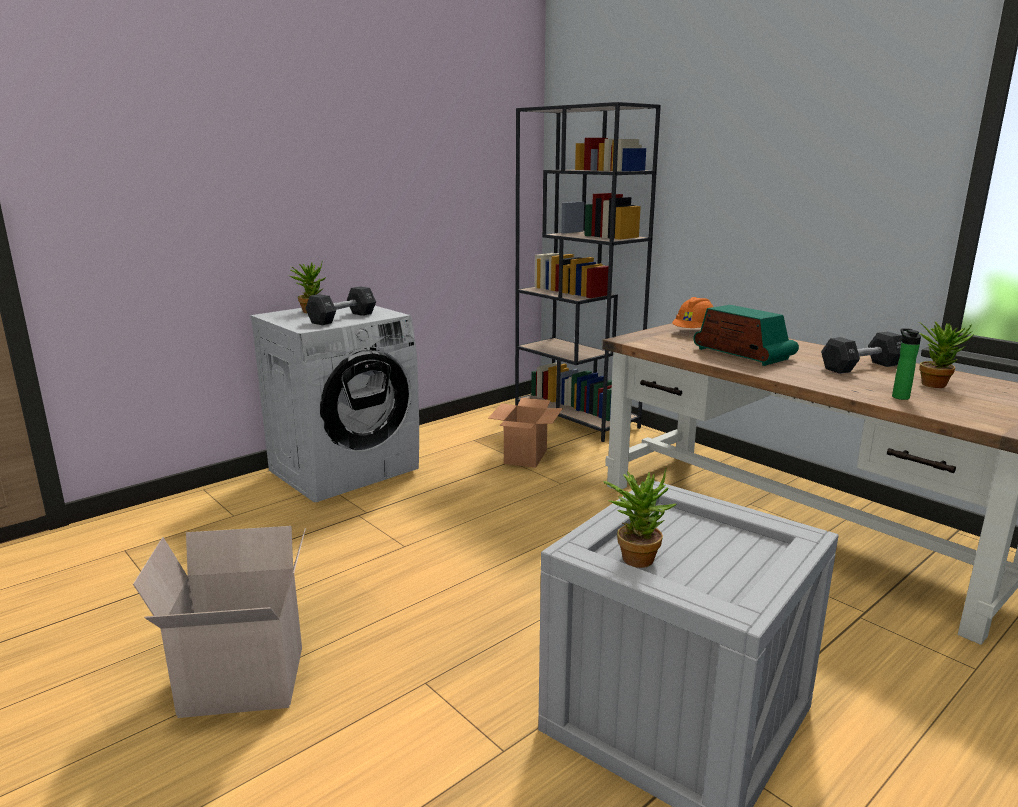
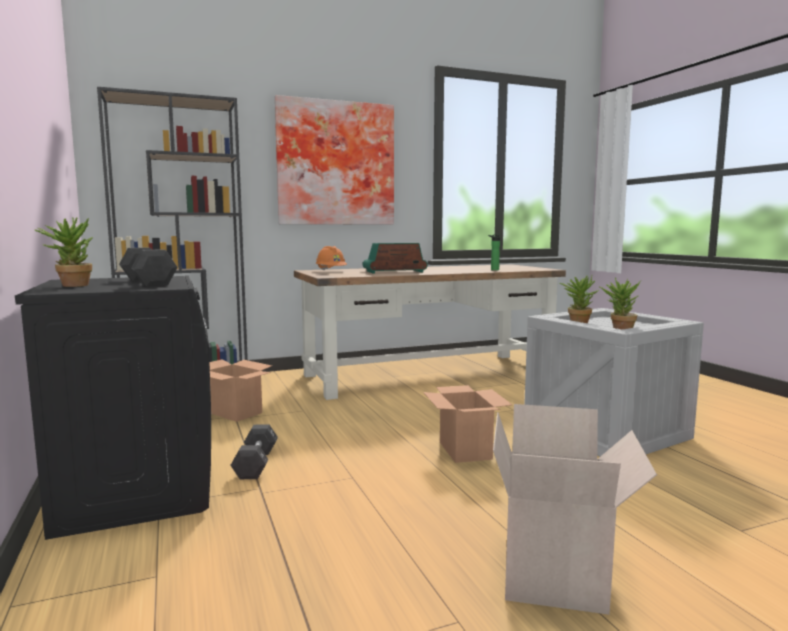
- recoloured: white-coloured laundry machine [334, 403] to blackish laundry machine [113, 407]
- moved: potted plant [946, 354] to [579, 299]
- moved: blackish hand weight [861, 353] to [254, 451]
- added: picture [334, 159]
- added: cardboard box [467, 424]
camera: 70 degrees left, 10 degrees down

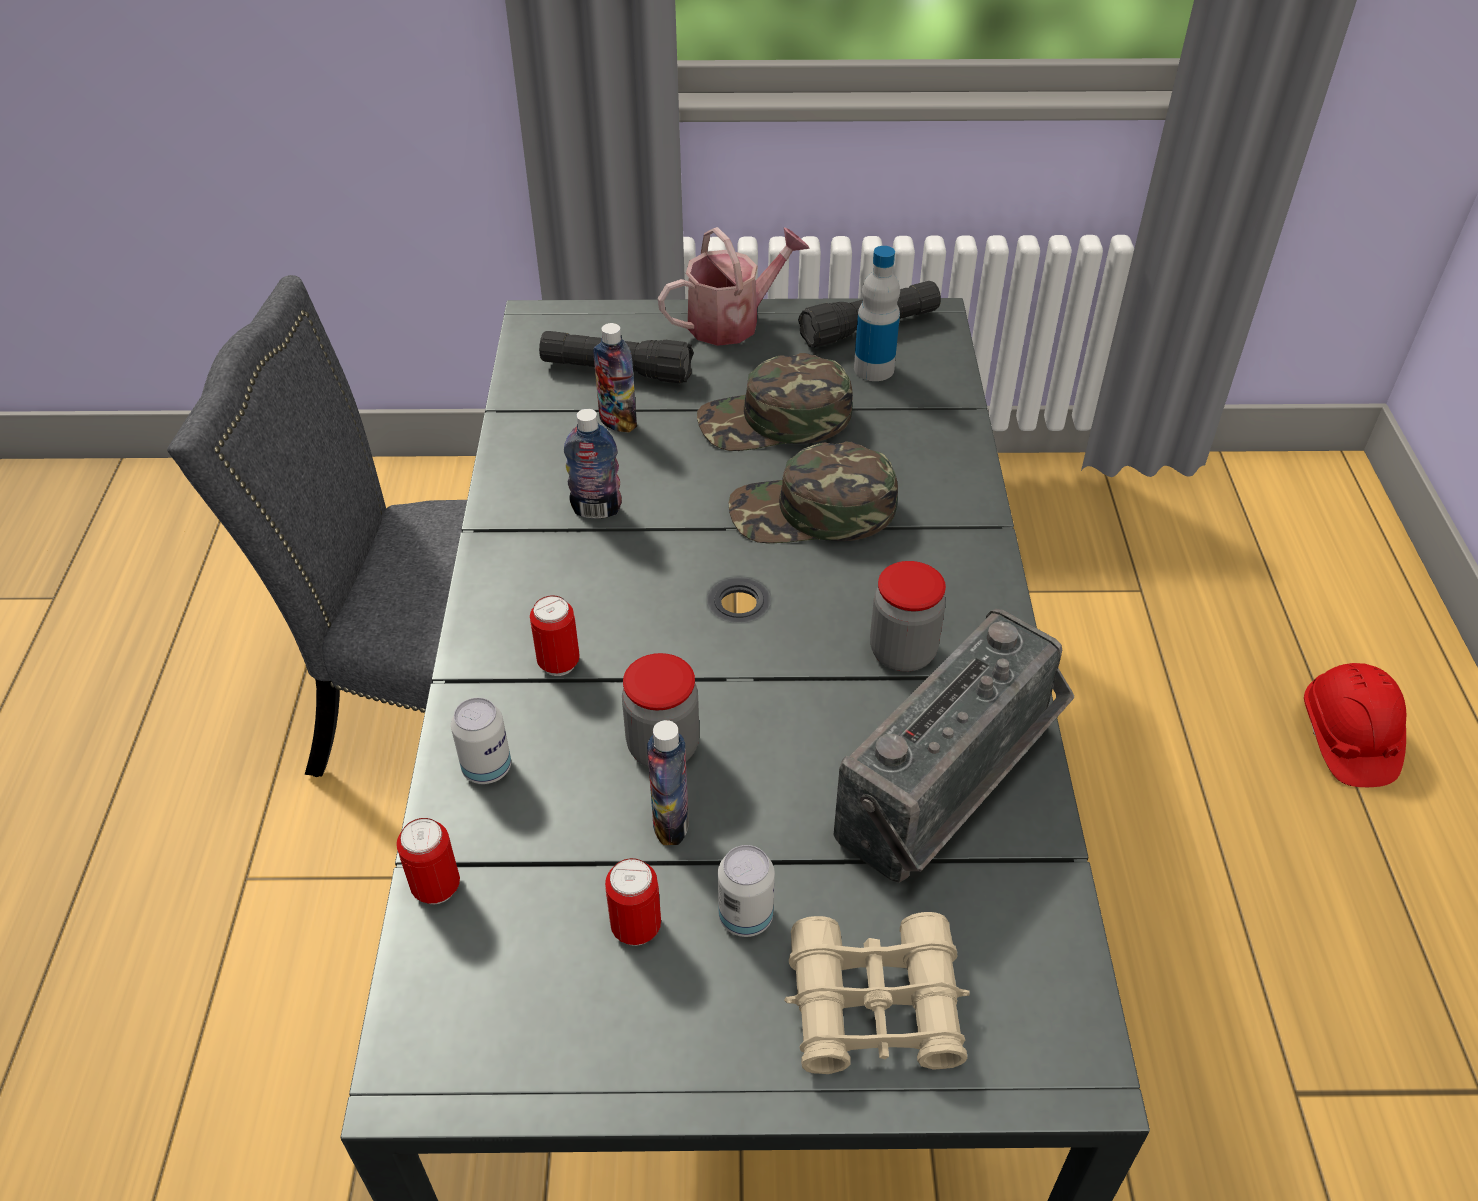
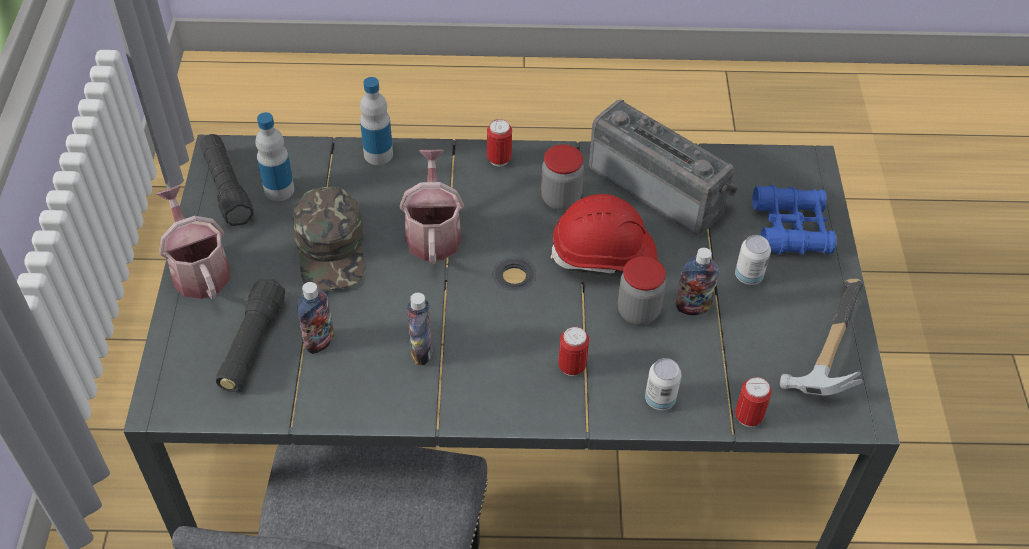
- replaced: green peaked cap [813, 492] to watering pot [432, 206]
- moved: red-coloured safety helmet [1355, 725] to [603, 234]
- moved: metal can [633, 902] to [499, 142]
- recoloured: beige-coloured field glasses [876, 993] to blue field glasses [794, 220]
- added: bottle [376, 121]
- added: hammer [821, 337]
camera: 90 degrees left, 5 degrees up

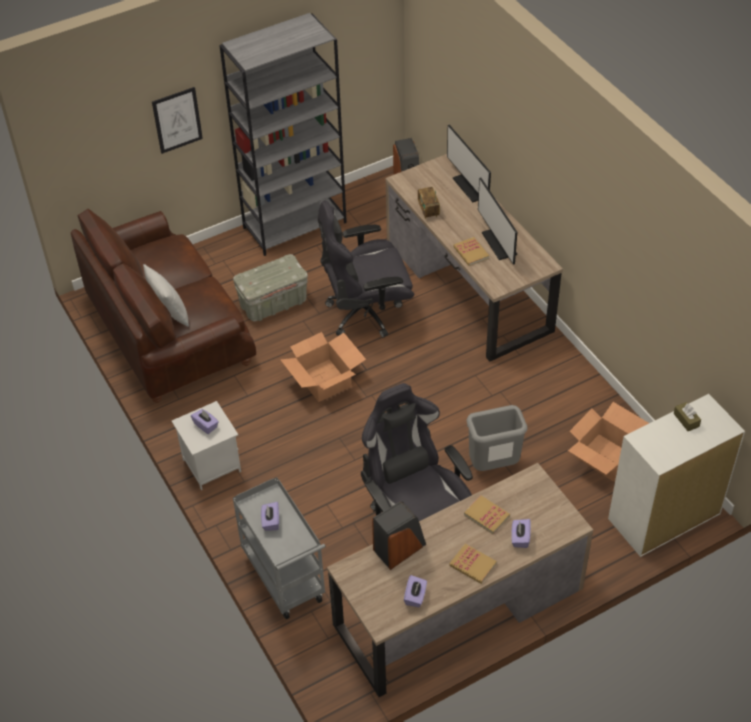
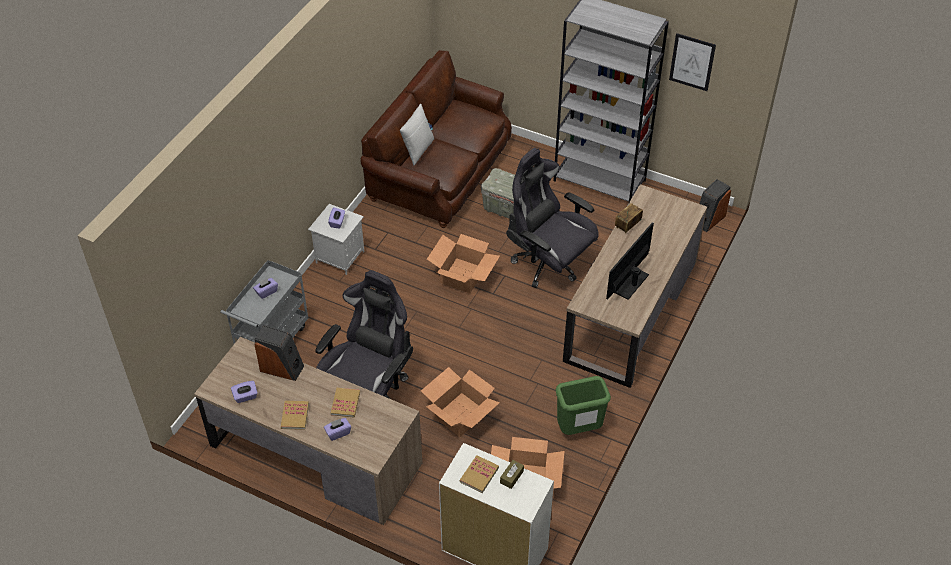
- moved: picture [177, 120] to [692, 62]
- removed: computer screen [469, 163]
- moved: volume [471, 251] to [479, 474]
- replaced: greyish rubbish bin [497, 438] to cardboard box [460, 402]
- added: green rubbish bin [583, 405]
camera: 55 degrees right, 0 degrees up

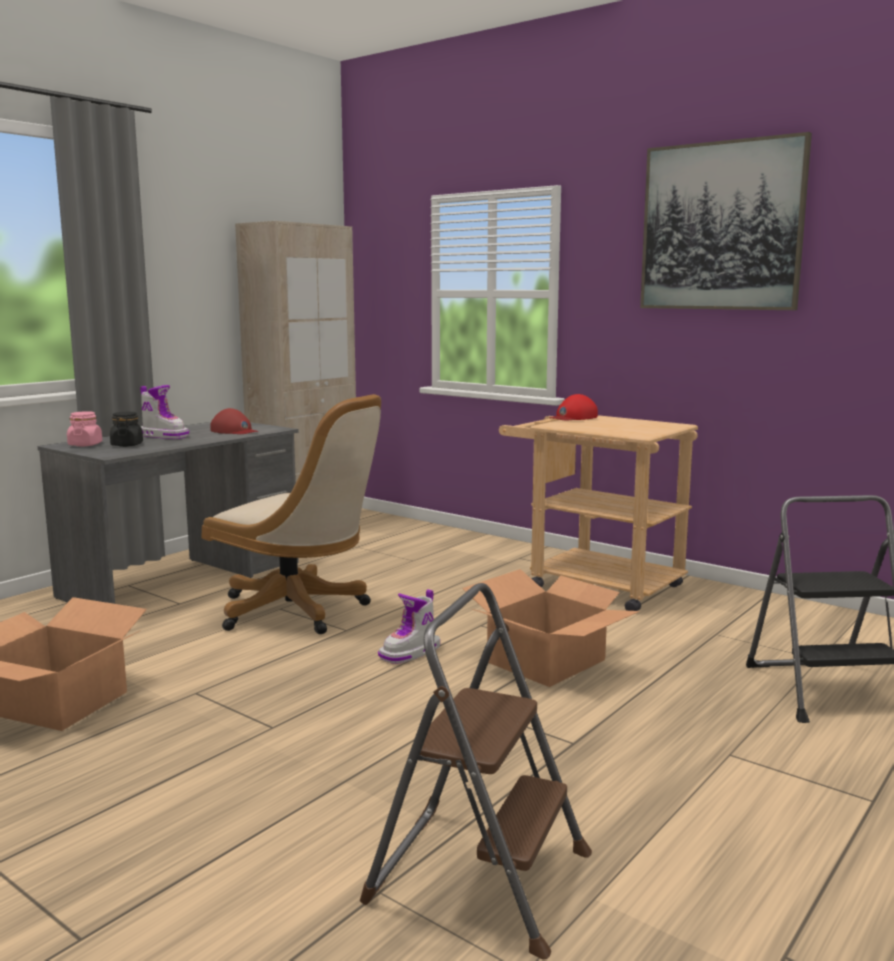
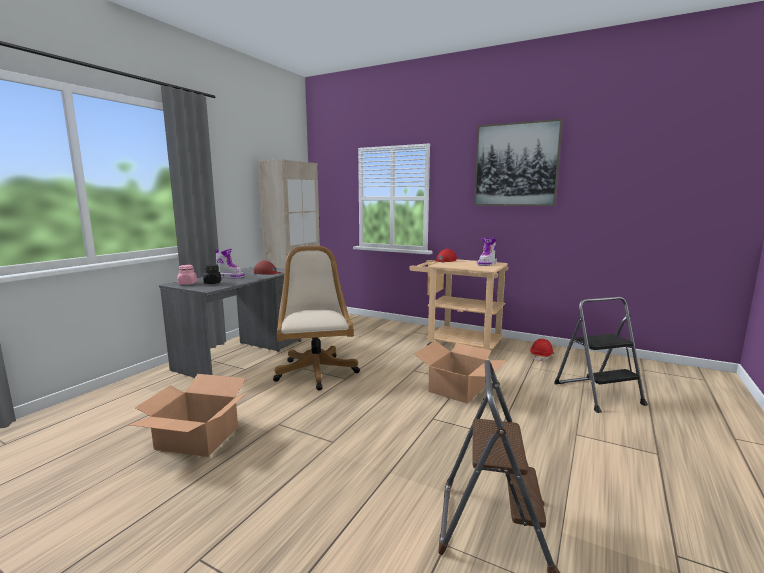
- turned: computer chair [291, 514] = [316, 318] 120 degrees counterclockwise
- moved: boot [409, 626] to [487, 251]
- added: red-coloured safety helmet [542, 350]
camera: 10 degrees left, 0 degrees up

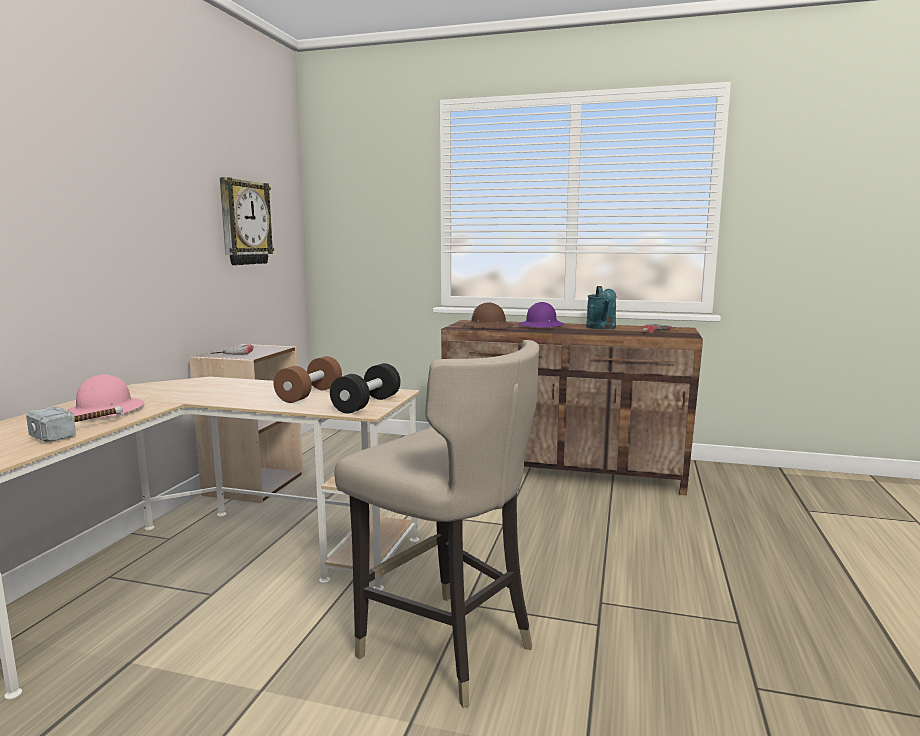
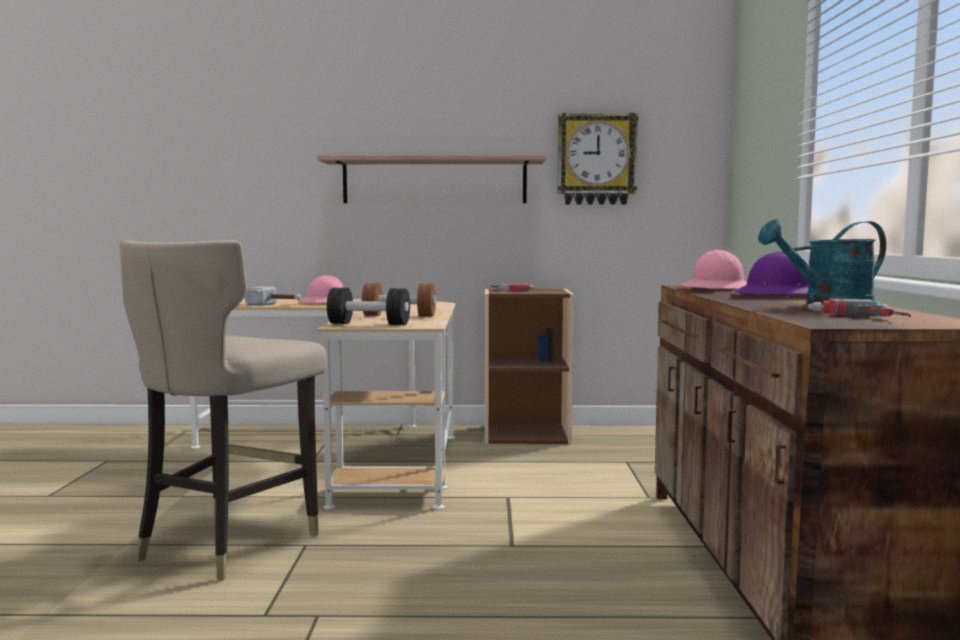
- recoloured: brownish safety helmet [488, 315] to pink-coloured safety helmet [713, 269]
- added: wall shelf [431, 179]
camera: 75 degrees right, 5 degrees down

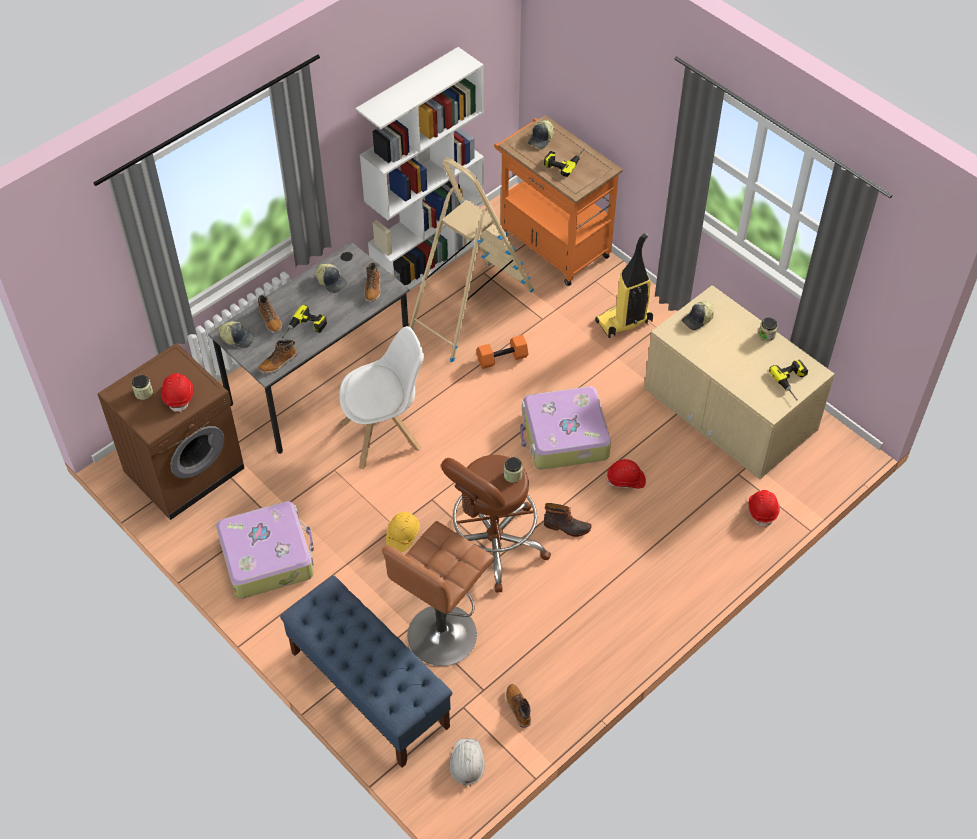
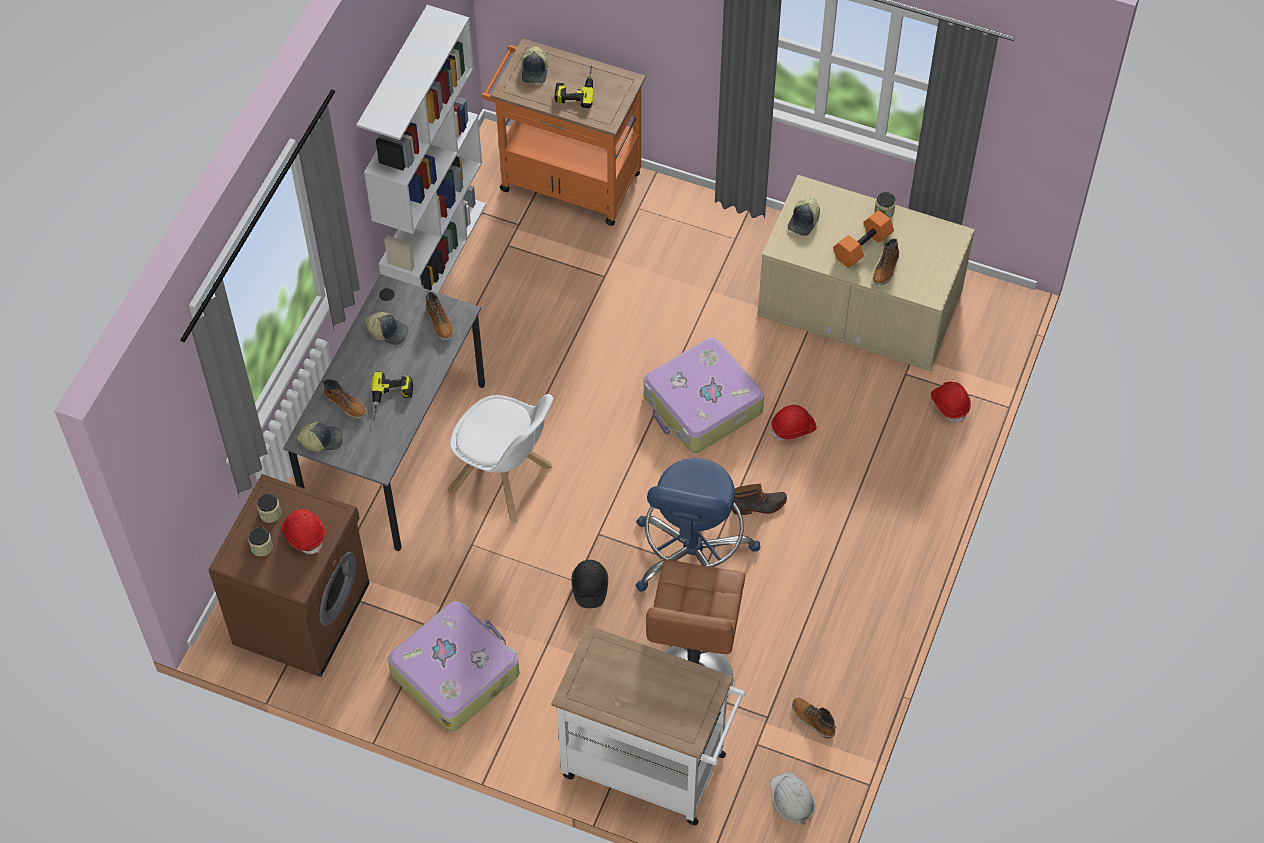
- removed: beige-coloured step ladder [471, 260]
- removed: hoover [624, 285]
- turned: white-coloured upright chair [381, 397] = [500, 458] 75 degrees clockwise
- moved: orangey hand weight [503, 352] to [863, 239]
- moved: boot [277, 357] to [885, 261]
- removed: drill [788, 380]
- recoloured: brownish stool seat [496, 523] to blue stool seat [698, 525]
- moved: storage jar [513, 470] to [269, 508]
- recoloured: yellow-coloured safety helmet [403, 532] to blackish safety helmet [590, 584]
- replaced: blue bench [366, 672] to white-coloured trolley [648, 725]
camera: 25 degrees left, 5 degrees up

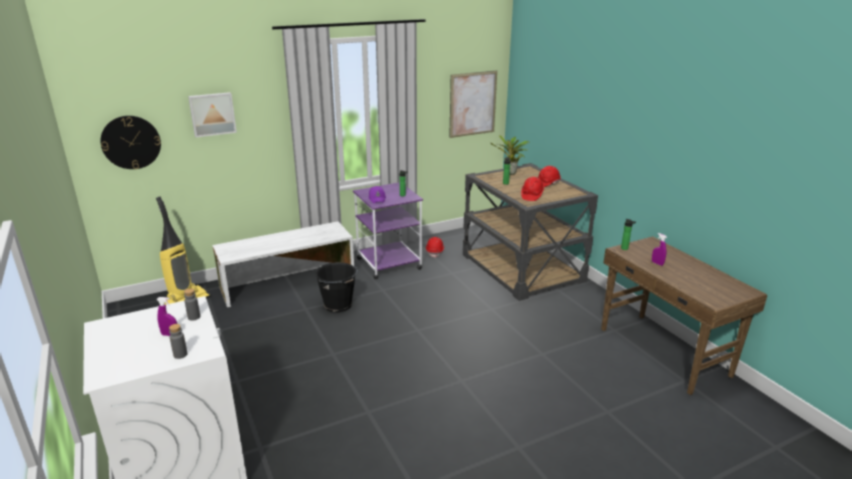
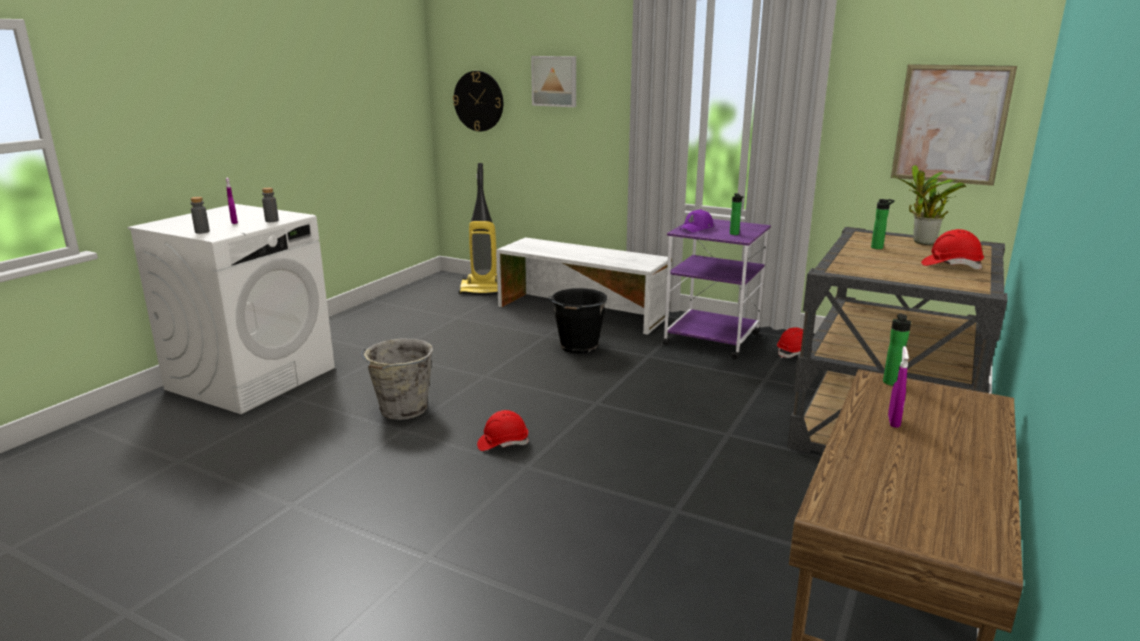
- moved: red-coloured safety helmet [532, 189] to [503, 430]
- added: greyish bucket [397, 379]
camera: 55 degrees right, 5 degrees down

